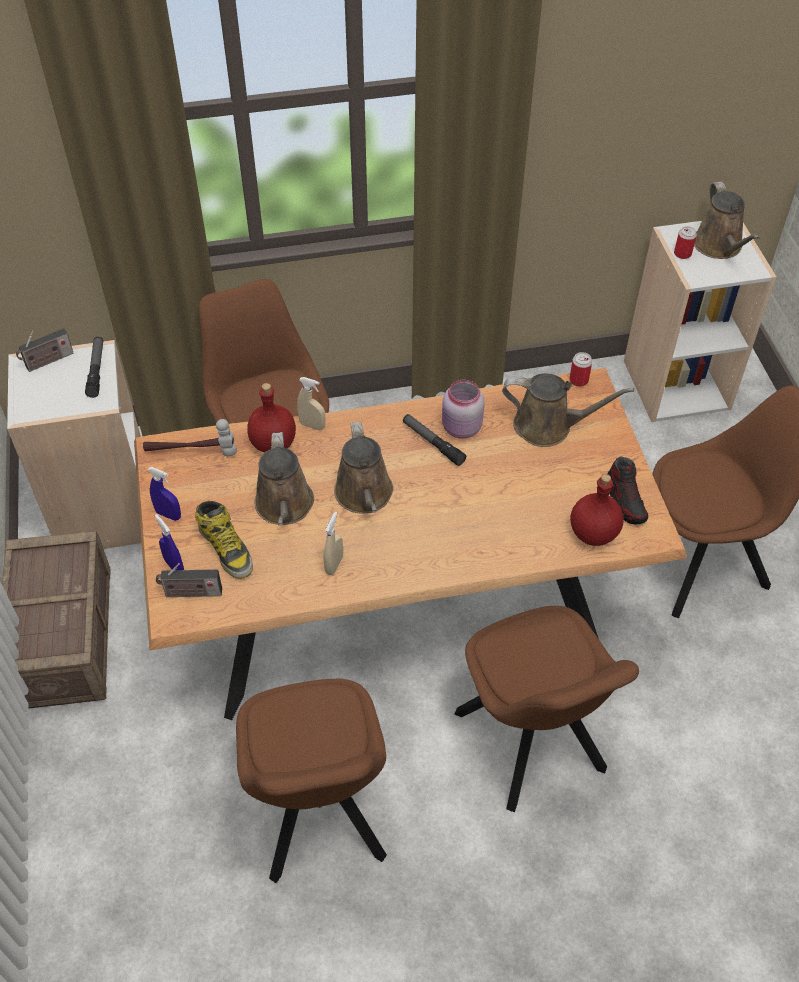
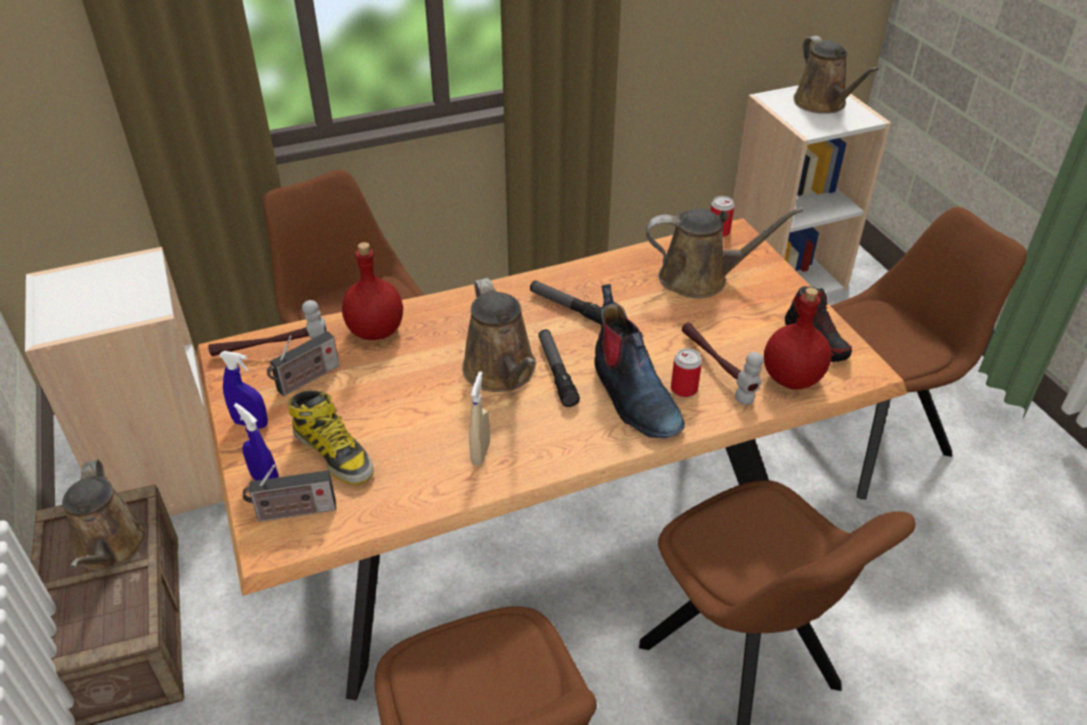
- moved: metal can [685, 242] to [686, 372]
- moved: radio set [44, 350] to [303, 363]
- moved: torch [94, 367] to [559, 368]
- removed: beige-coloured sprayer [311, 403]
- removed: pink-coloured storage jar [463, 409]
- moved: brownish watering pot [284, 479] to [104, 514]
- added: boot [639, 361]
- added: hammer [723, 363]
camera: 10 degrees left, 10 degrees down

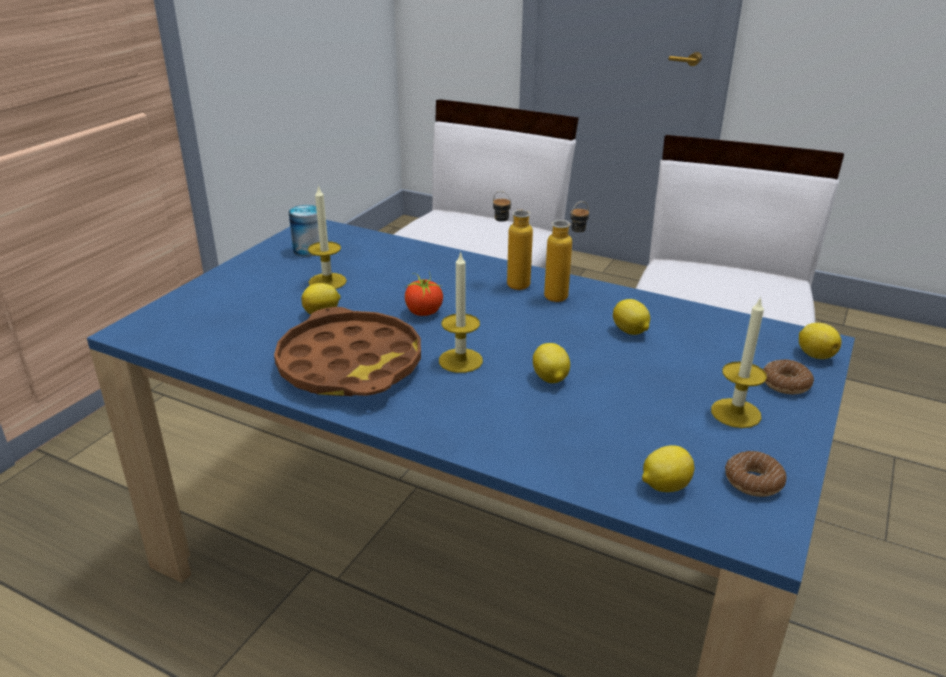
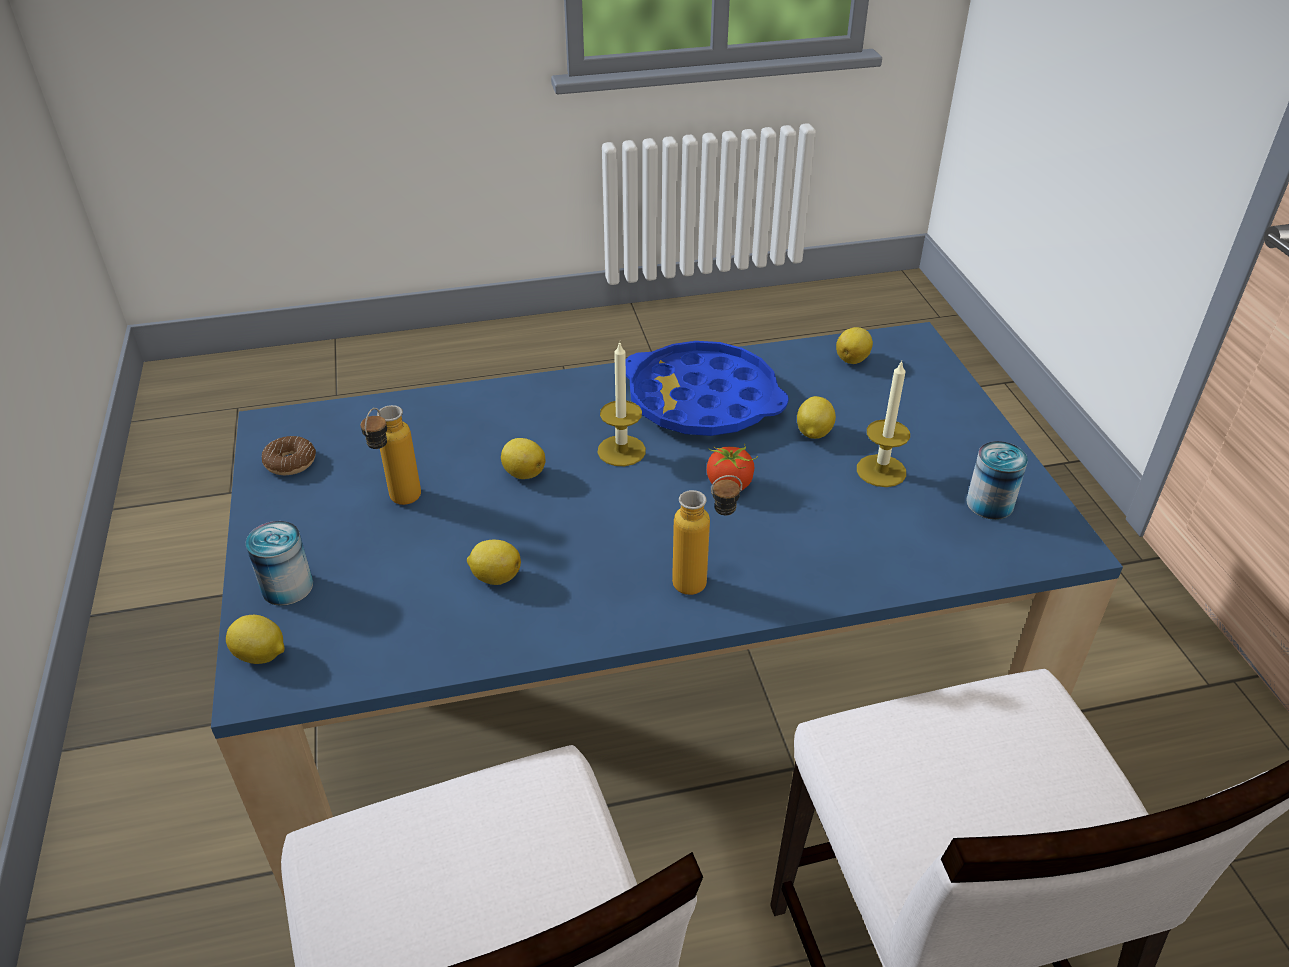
- moved: bottle [566, 251] to [391, 455]
- removed: candle [739, 362]
- recoloured: brownish serving tray [347, 351] to blue serving tray [707, 388]
- replaced: ring doughnut [788, 377] to metal can [279, 563]
- moved: lemon [668, 468] to [854, 345]
camera: 140 degrees right, 10 degrees up

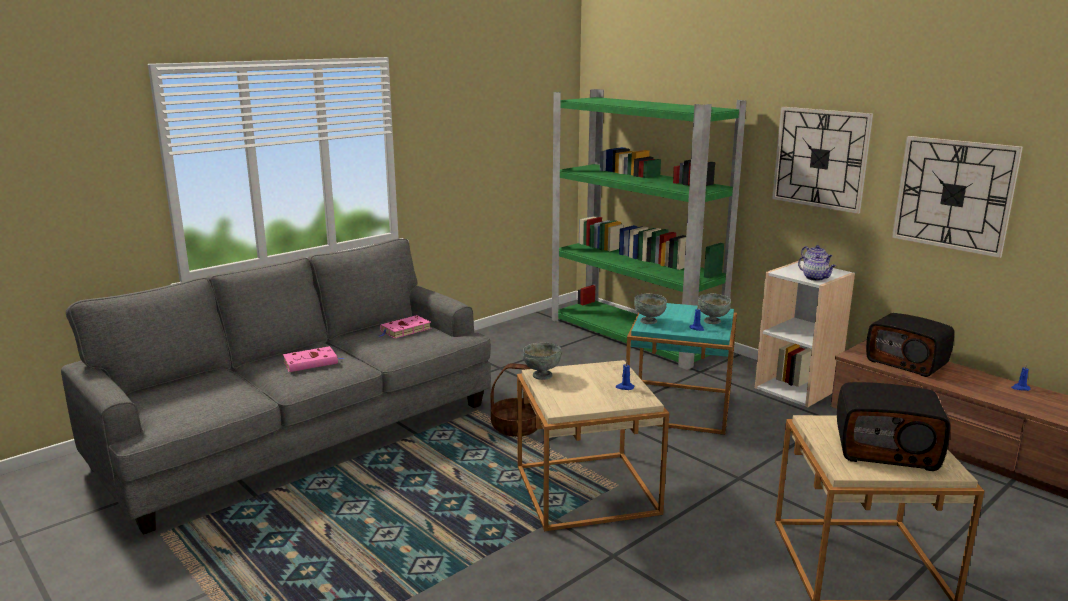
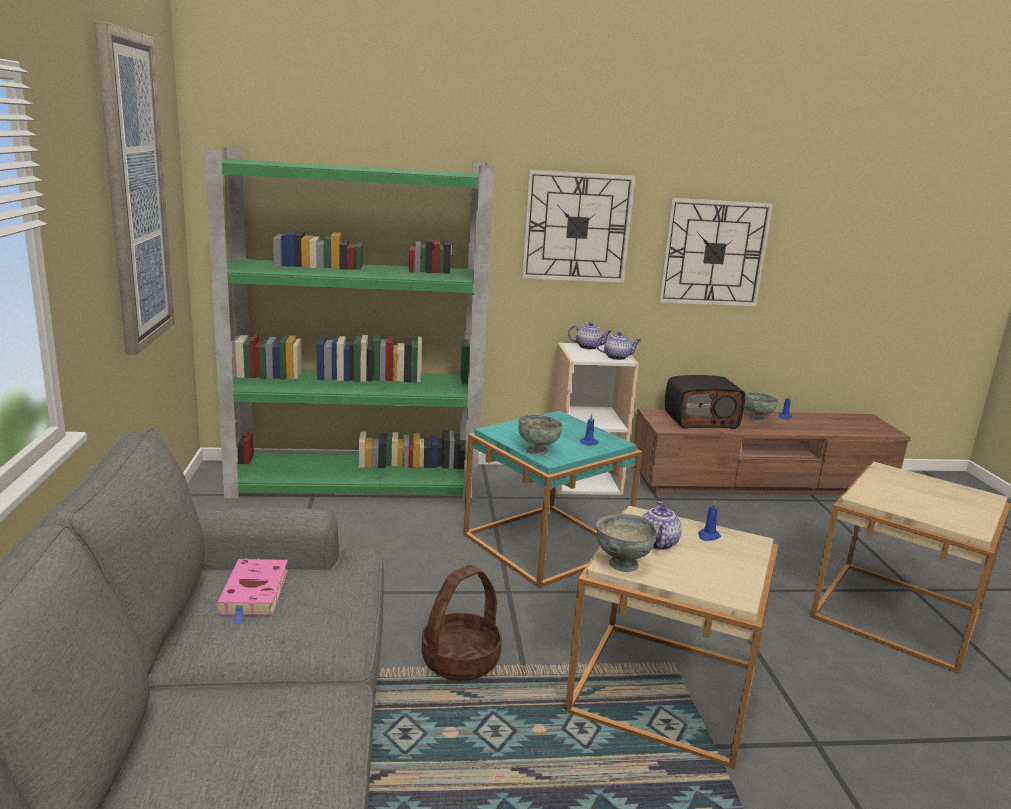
- moved: greyish serving bowl [714, 308] to [762, 407]
- removed: pink-coloured volume [313, 359]
- removed: radio set [893, 426]
- added: picture [134, 188]
- added: teapot [662, 525]
camera: 55 degrees left, 0 degrees up

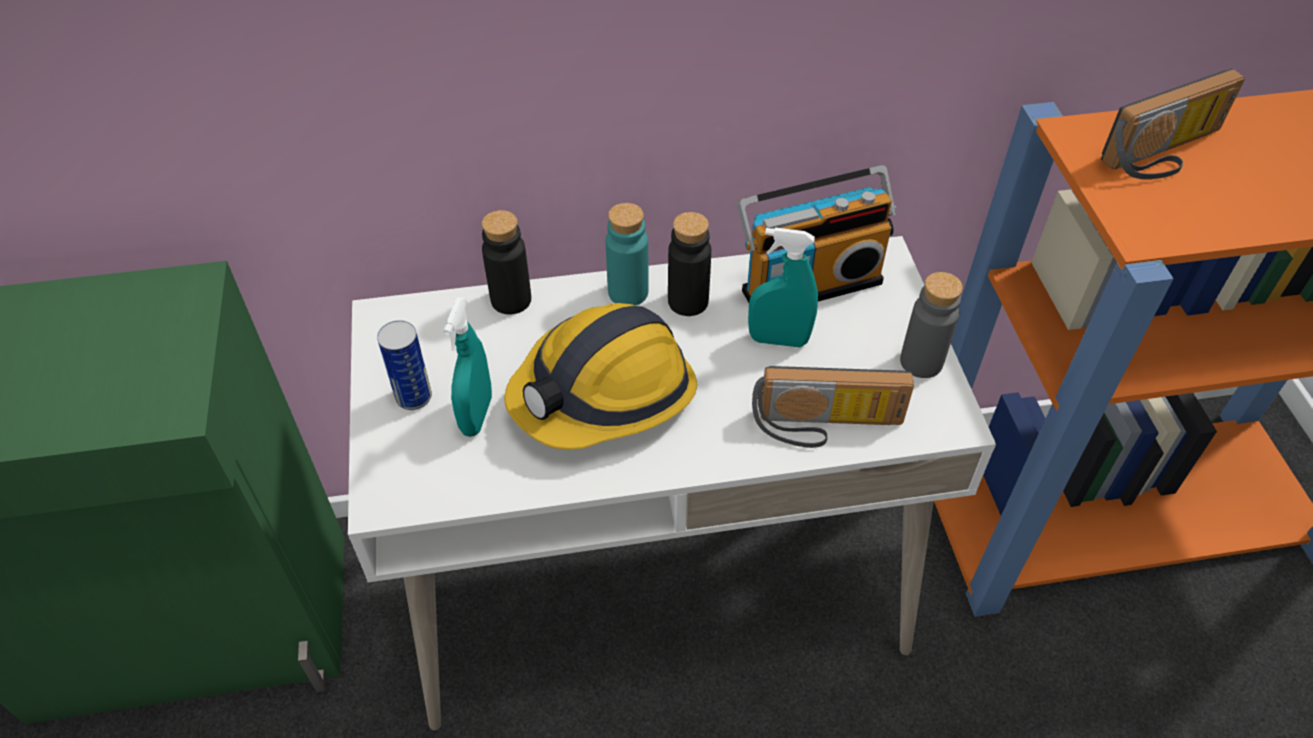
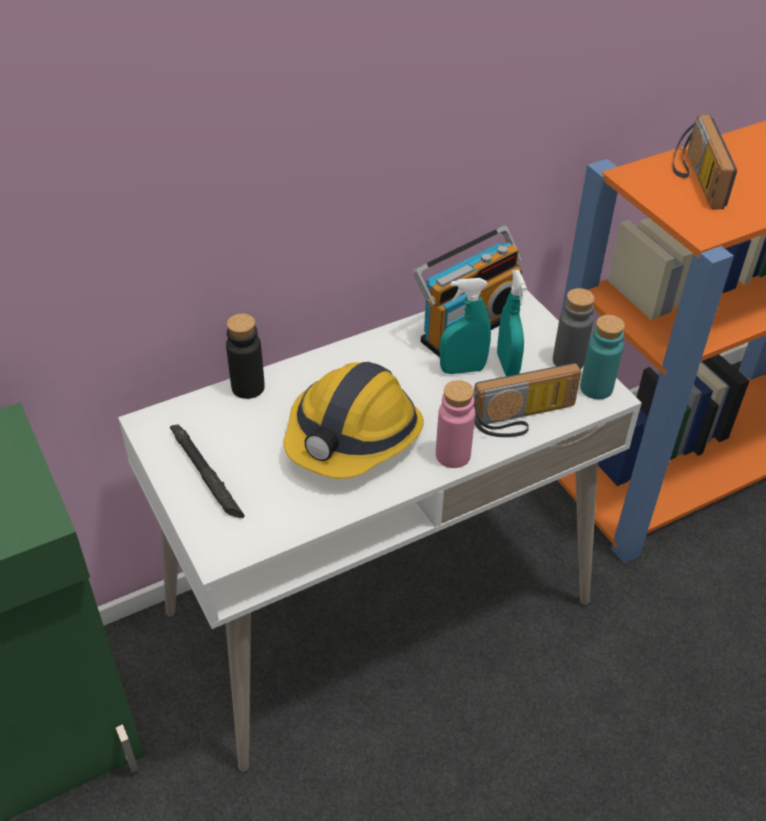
- turned: radio set [1173, 124] = [705, 162] 135 degrees clockwise
- moved: turquoise-coloured bottle [627, 254] to [602, 357]
- removed: blackish bottle [689, 264]
- moved: turquoise-coloured sprayer [467, 367] to [512, 323]
- replaced: metal can [404, 365] to blackish torch [207, 471]
- added: pink-coloured bottle [455, 424]
camera: 20 degrees left, 5 degrees down

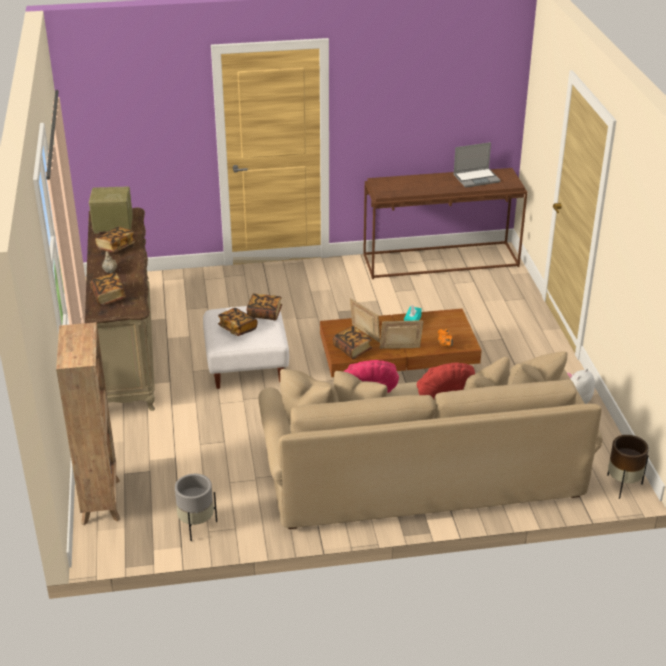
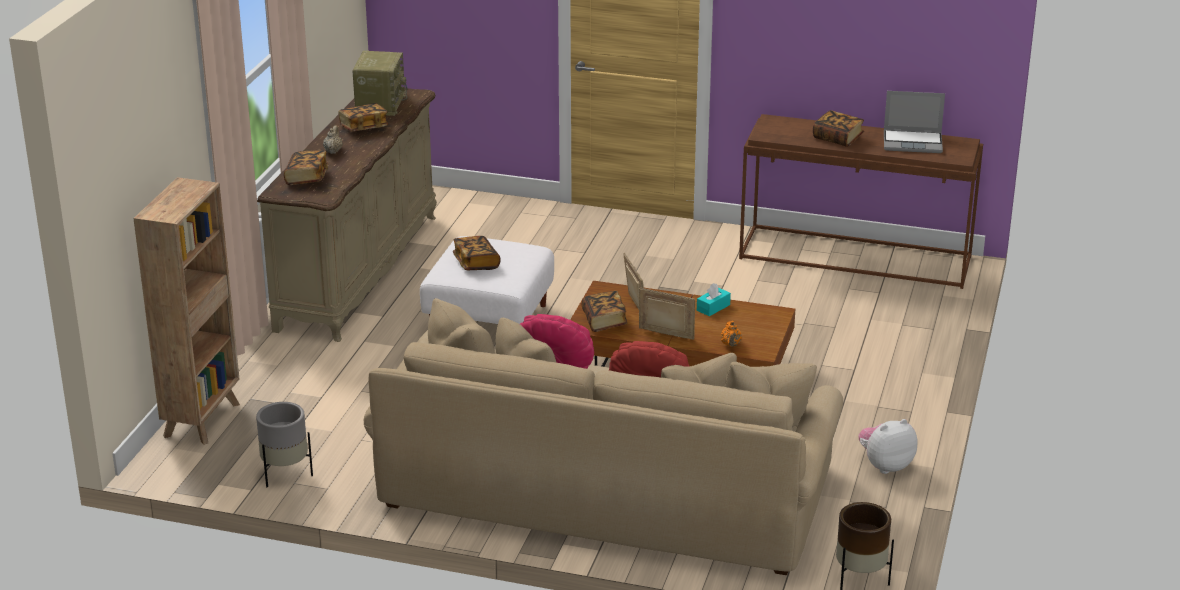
- turned: radio set [111, 210] = [380, 83] 75 degrees clockwise
- moved: volume [264, 306] to [838, 128]
camera: 25 degrees right, 5 degrees down

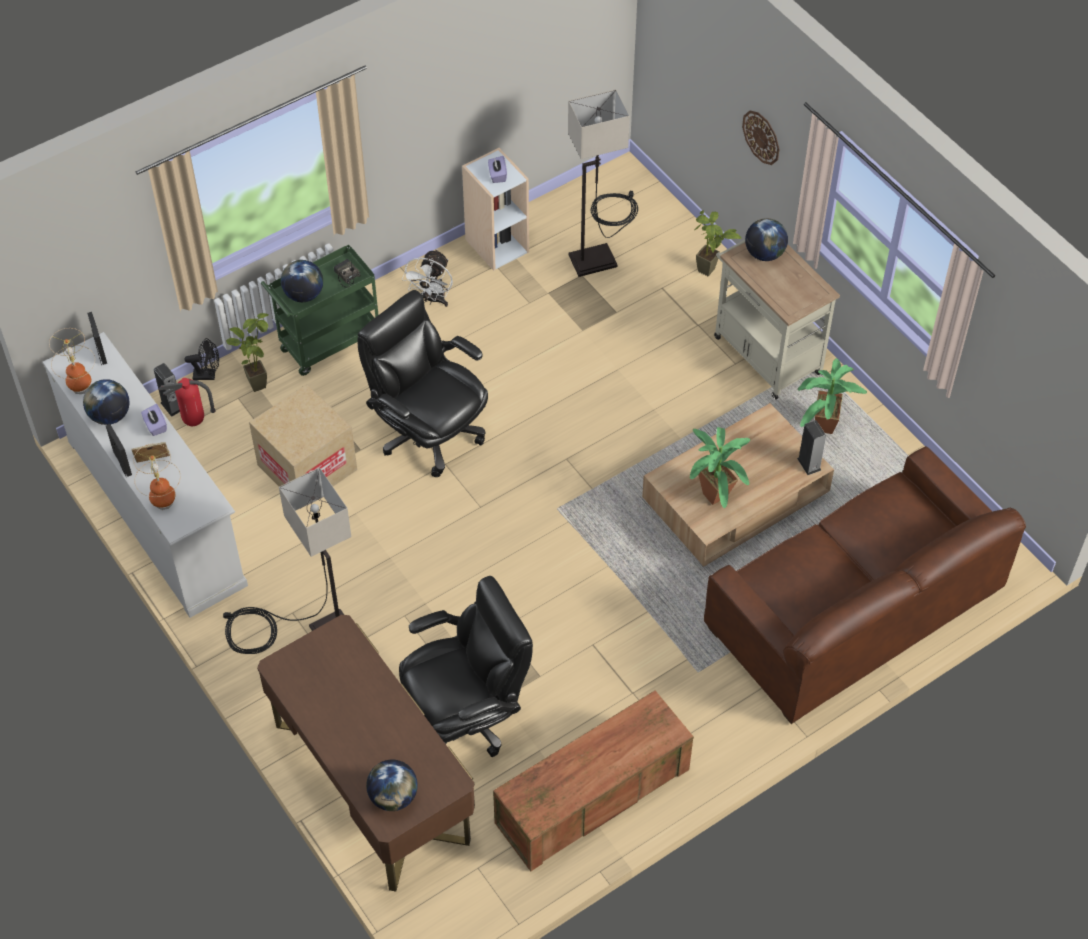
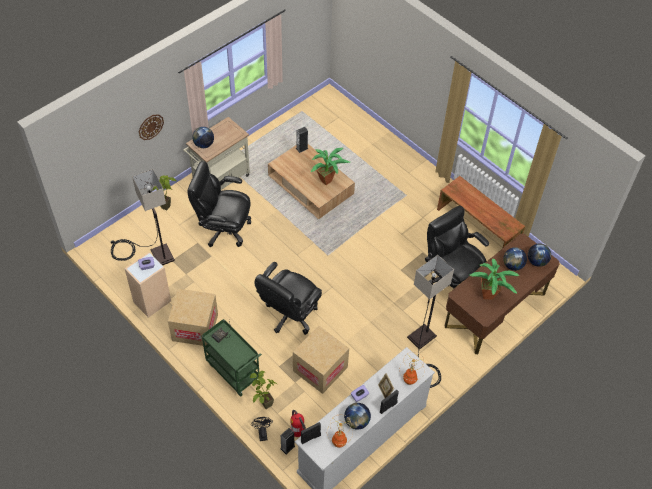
- replaced: white-coloured cooling fan [427, 278] to cardboard box [193, 317]
- moved: globe [302, 281] to [515, 259]
- moved: potted plant [832, 396] to [494, 279]
- removed: brownish sofa [865, 585]
- added: blackish computer chair [219, 204]
camera: 100 degrees left, 0 degrees up

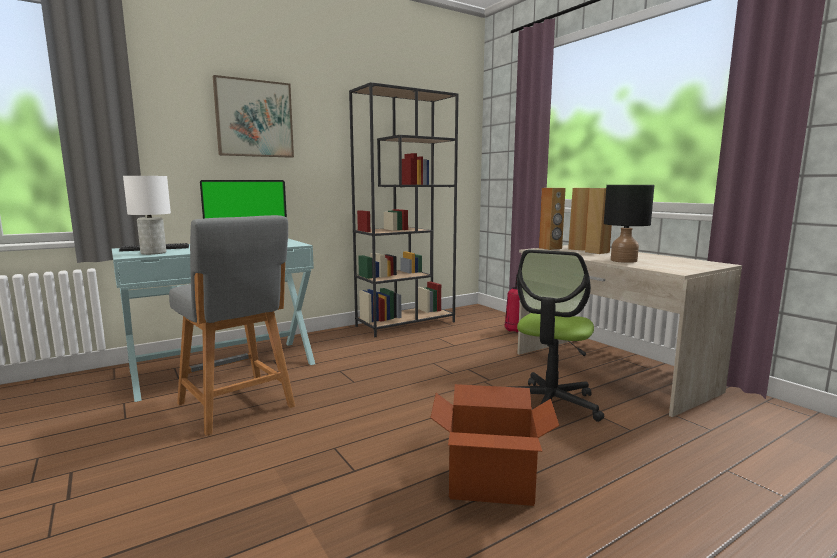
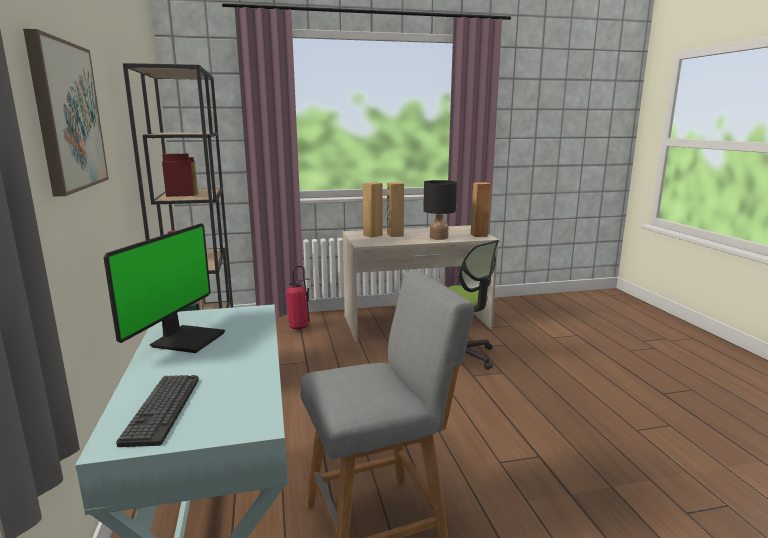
- removed: white-coloured tabletop lamp [147, 215]
- moved: brownish audio speaker [552, 219] to [481, 209]
- removed: cardboard box [494, 445]
camera: 70 degrees left, 5 degrees up

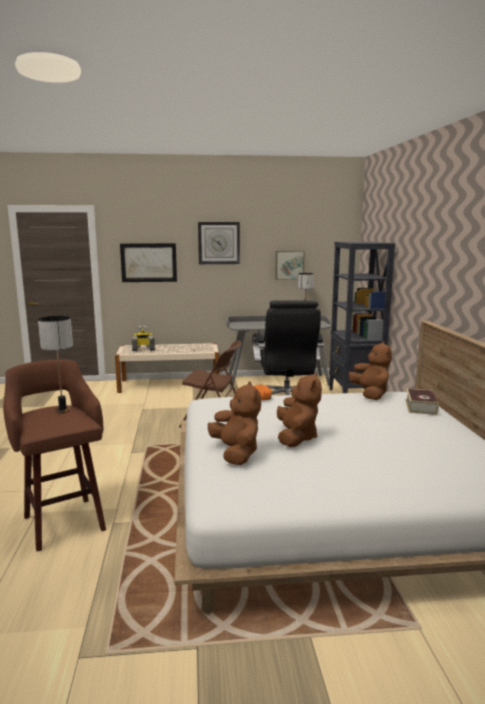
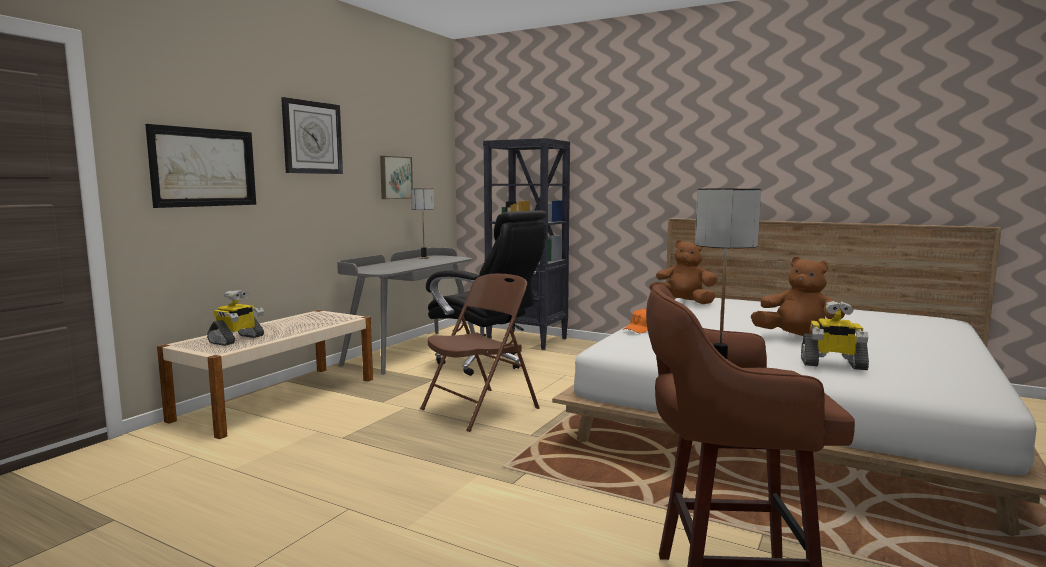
- replaced: brownish plush toy [234, 423] to toy robot [835, 335]
- removed: volume [422, 401]
camera: 55 degrees left, 5 degrees down

